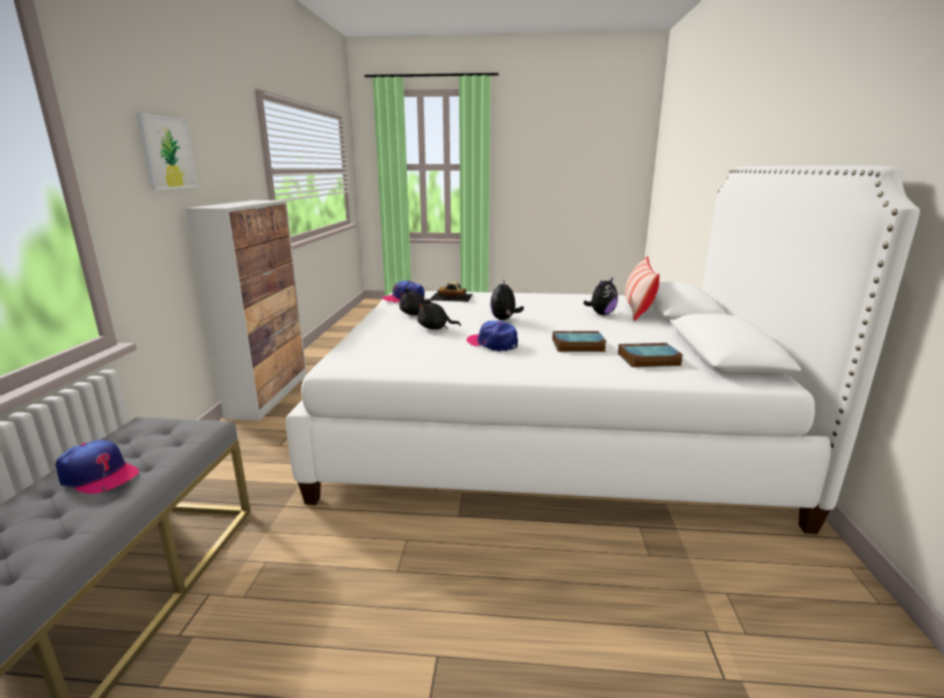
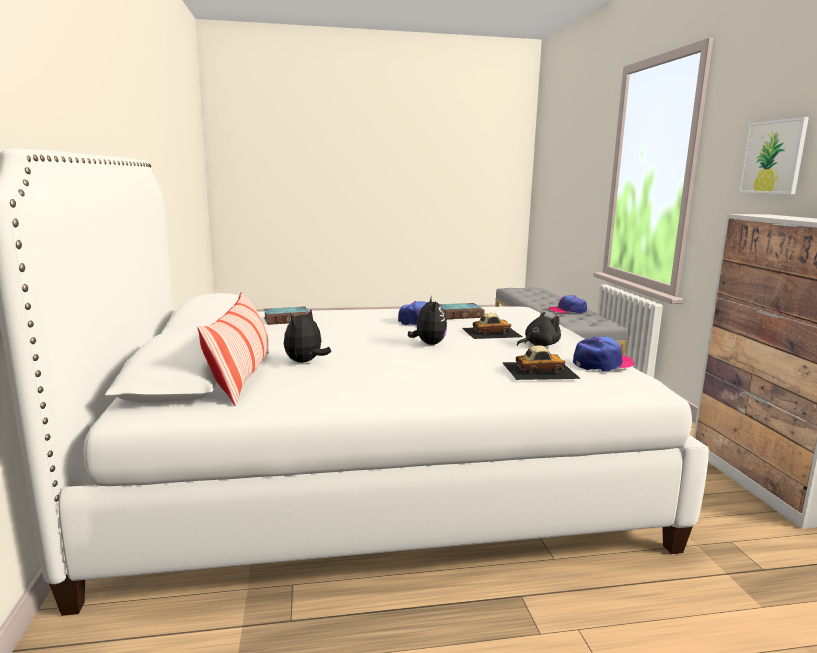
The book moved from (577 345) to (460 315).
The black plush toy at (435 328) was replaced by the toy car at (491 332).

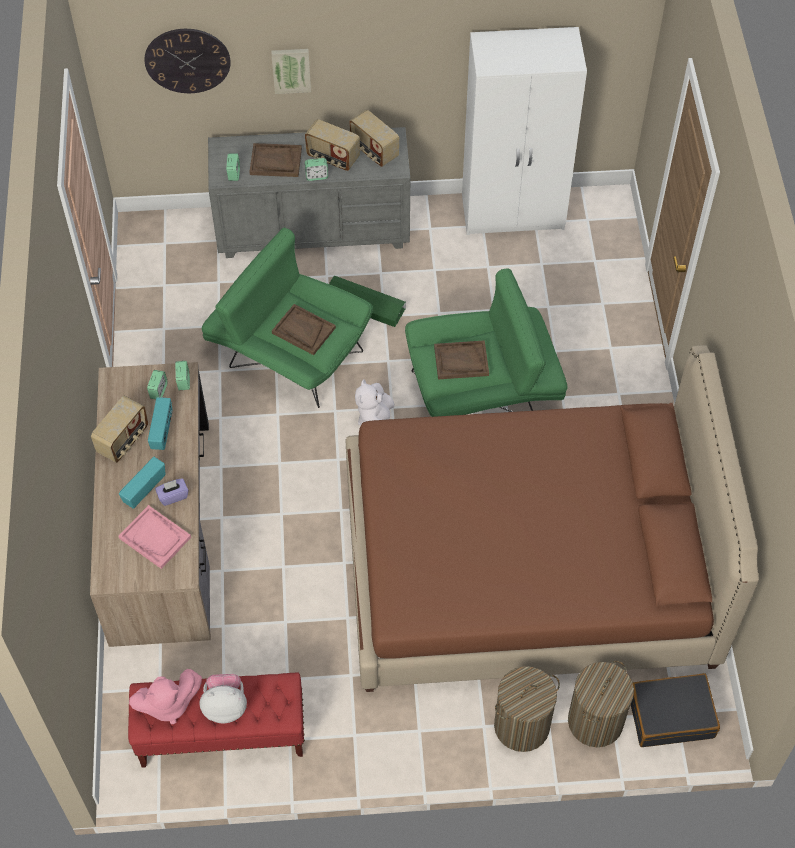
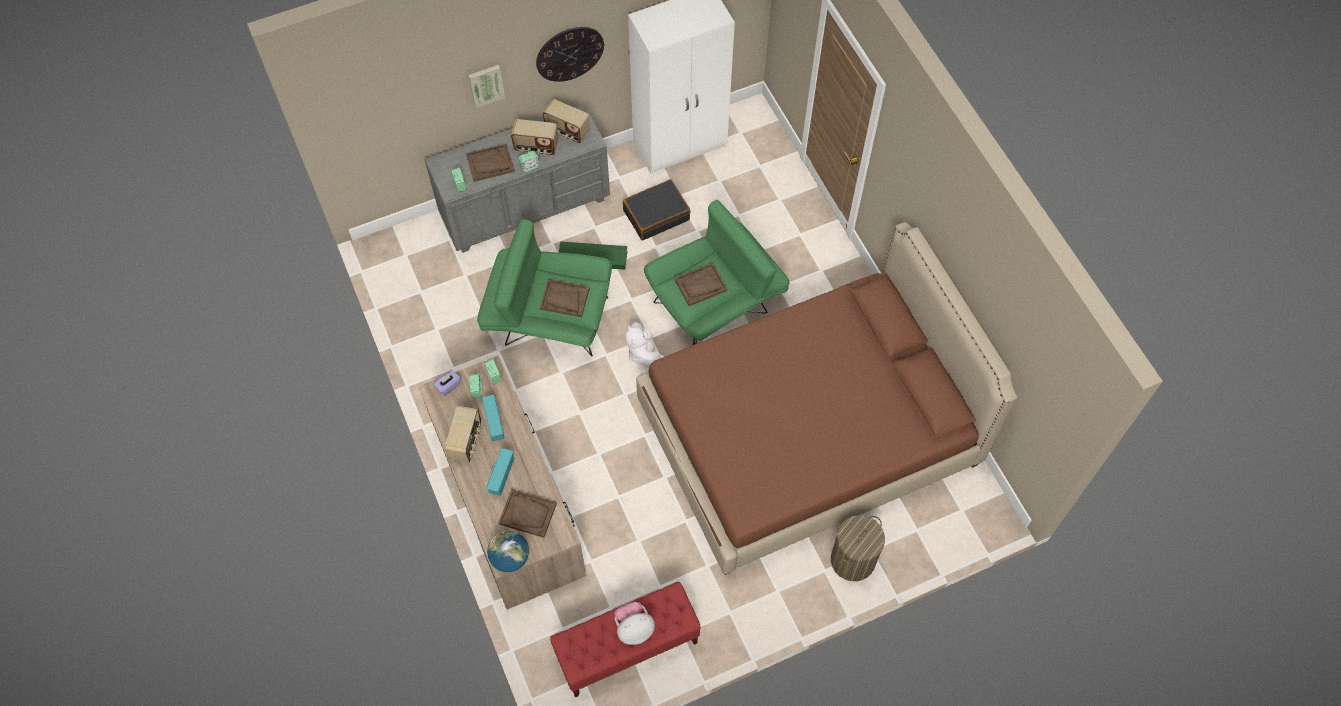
The pink plush toy at (168 704) disappeared.
The laundry basket at (595 721) disappeared.
The globe at (510 558) appeared.
The wall clock moved from (187 60) to (569 53).
The purple tissue box moved from (173 496) to (448 386).
The black suitcase moved from (671 715) to (656 215).
The pink tray at (155 538) became the brown tray at (528 514).

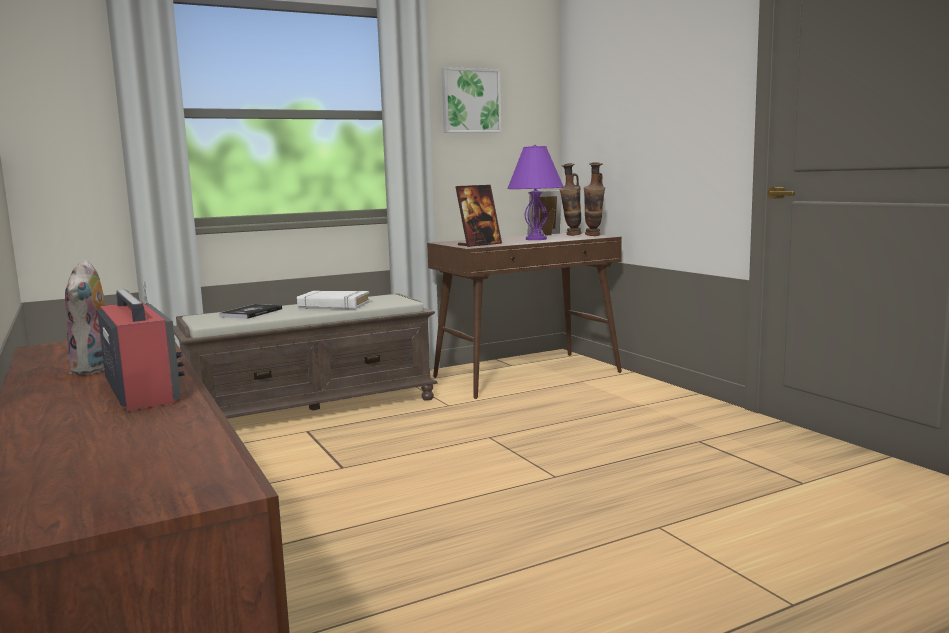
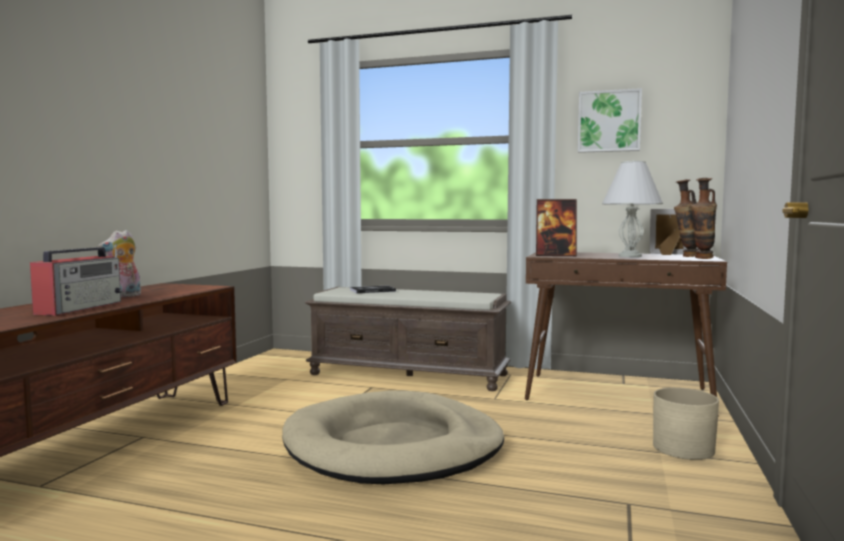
The white book at (333 305) disappeared.
The beige dog bed at (394 446) appeared.
The beige planter at (683 448) appeared.
The purple table lamp at (536 239) became the white table lamp at (630 256).

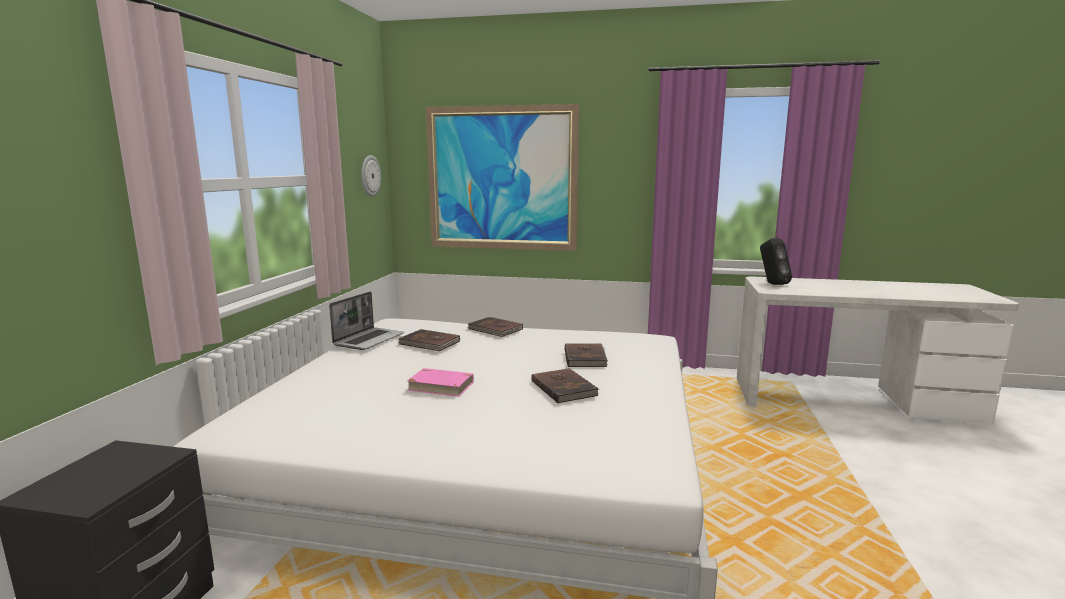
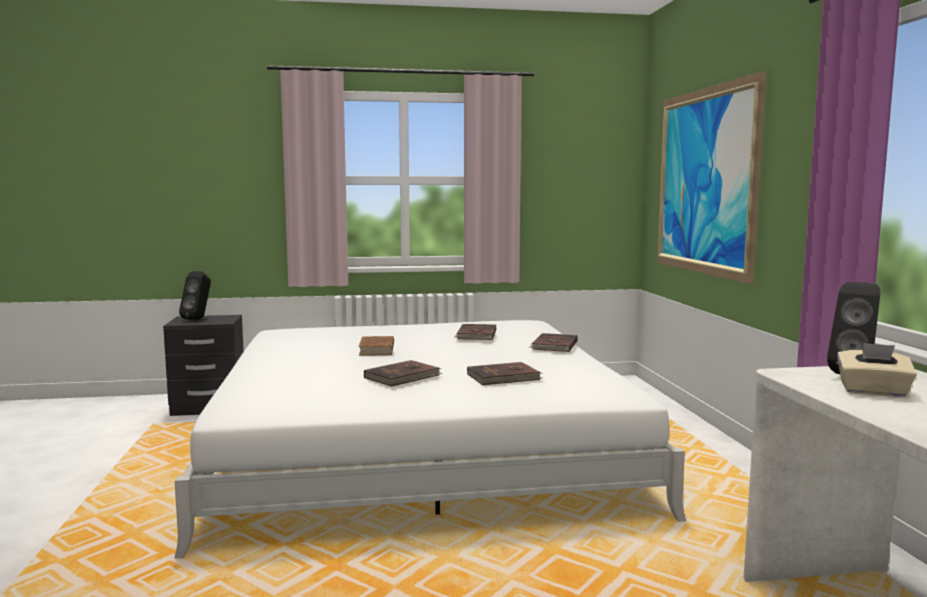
The laptop at (369 340) disappeared.
The wall clock at (370 176) disappeared.
The black speaker at (198 319) appeared.
The beige tissue box at (873 391) appeared.
The pink book at (440 386) became the brown book at (377 349).

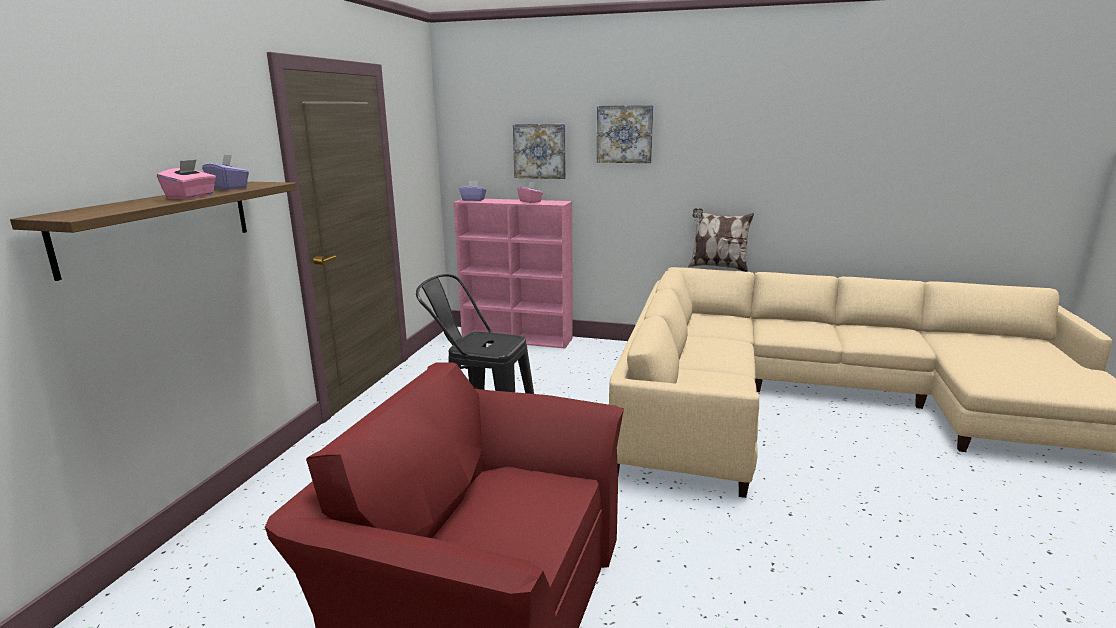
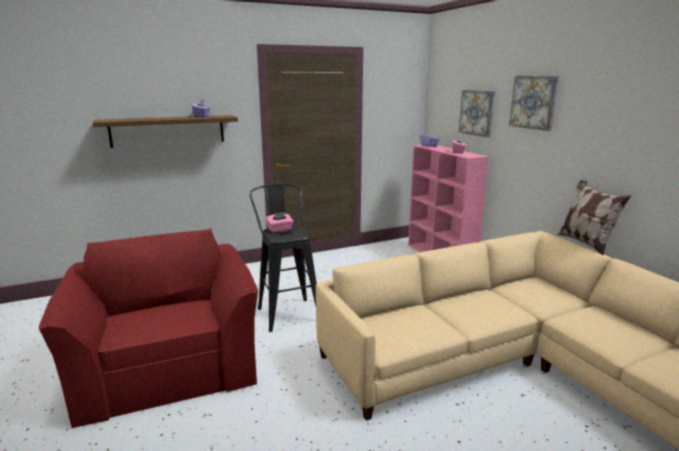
The pink tissue box moved from (191 197) to (279 229).

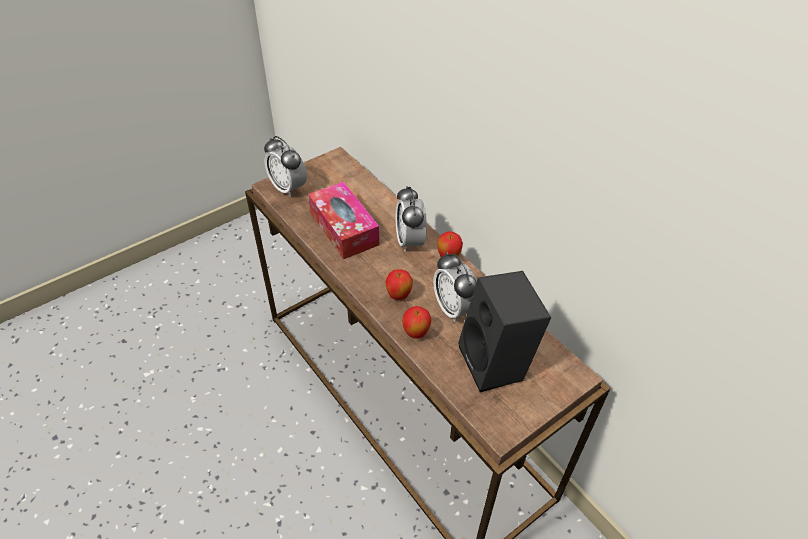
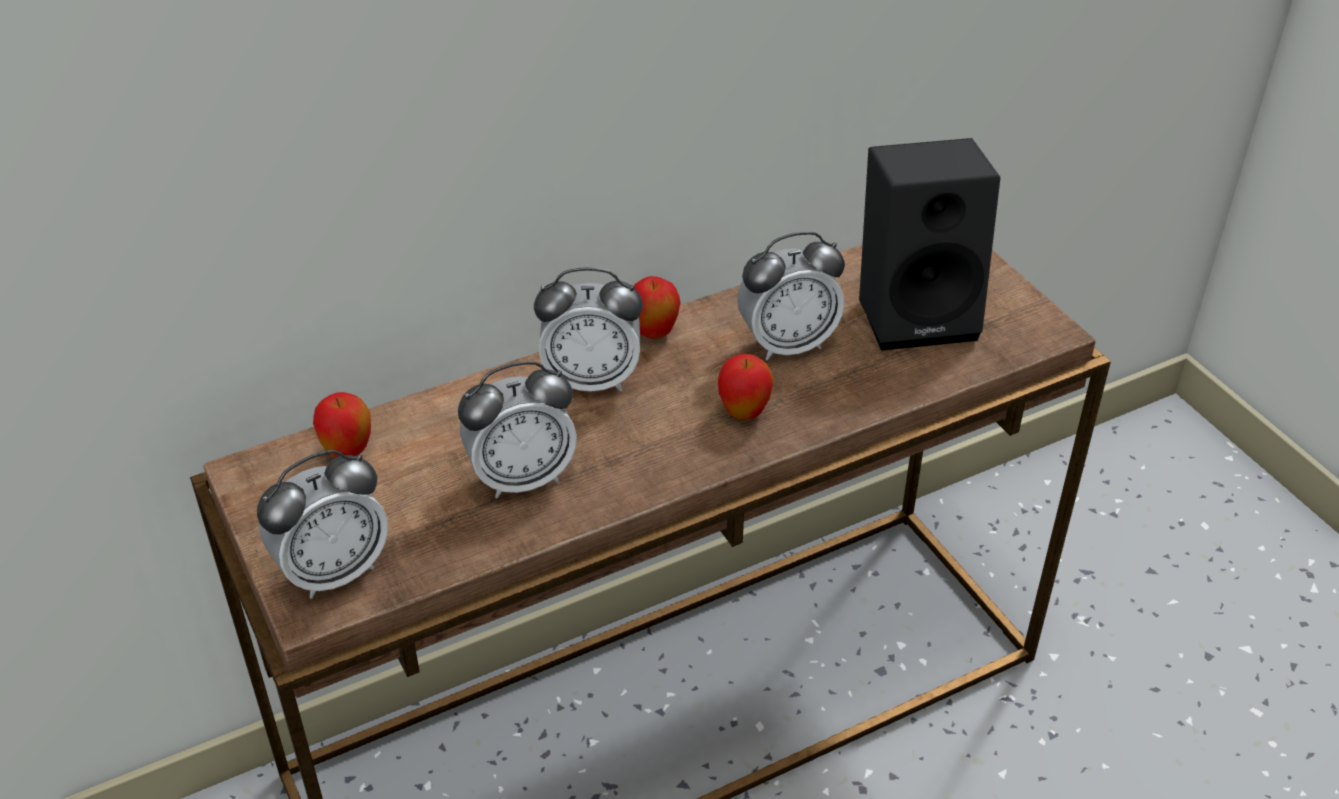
The apple moved from (416 333) to (348 452).
The tissue box at (344 228) was replaced by the alarm clock at (522 477).

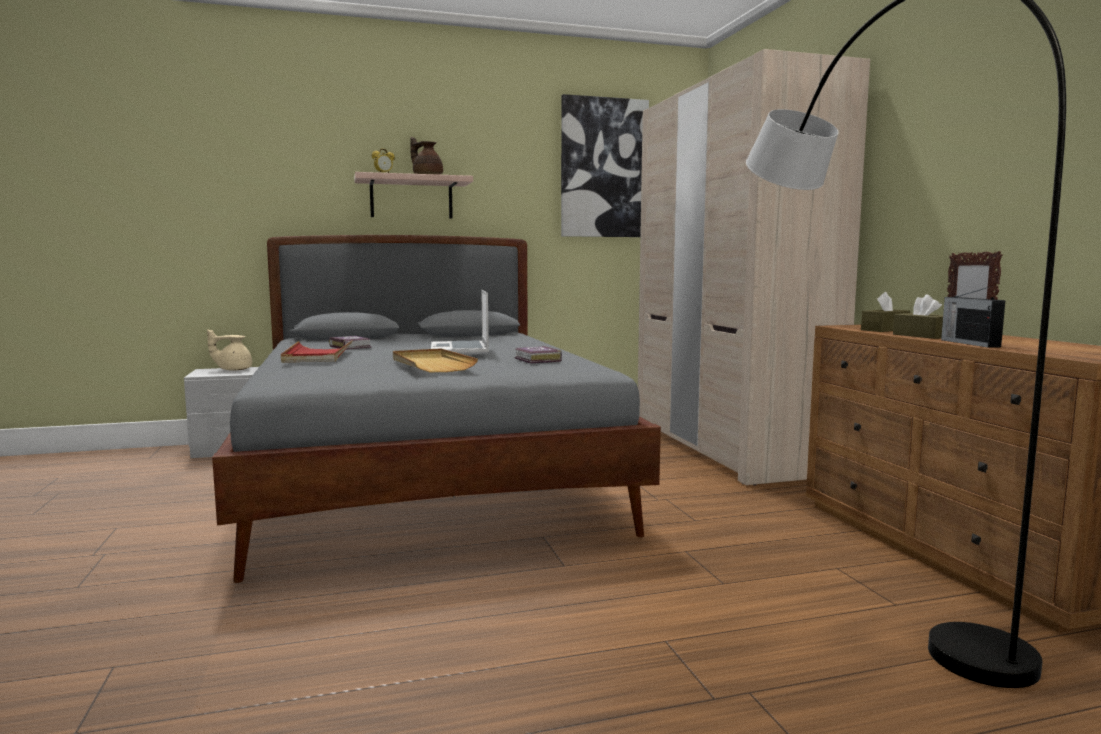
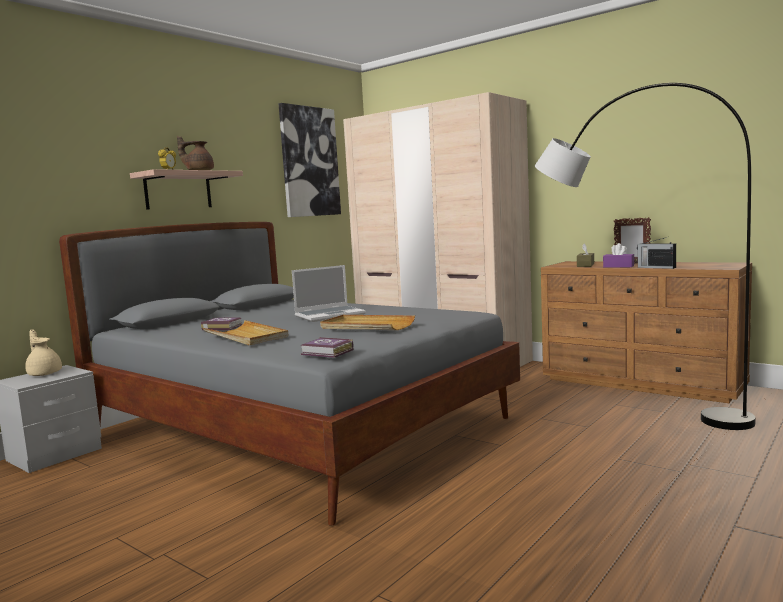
The book moved from (537 360) to (327 352).
The red tray at (317 355) became the beige tray at (246 336).
The brown tissue box at (921 336) became the purple tissue box at (618 266).
The beige teapot at (233 370) turned 105 degrees clockwise.
The laptop at (460 350) turned 75 degrees counterclockwise.

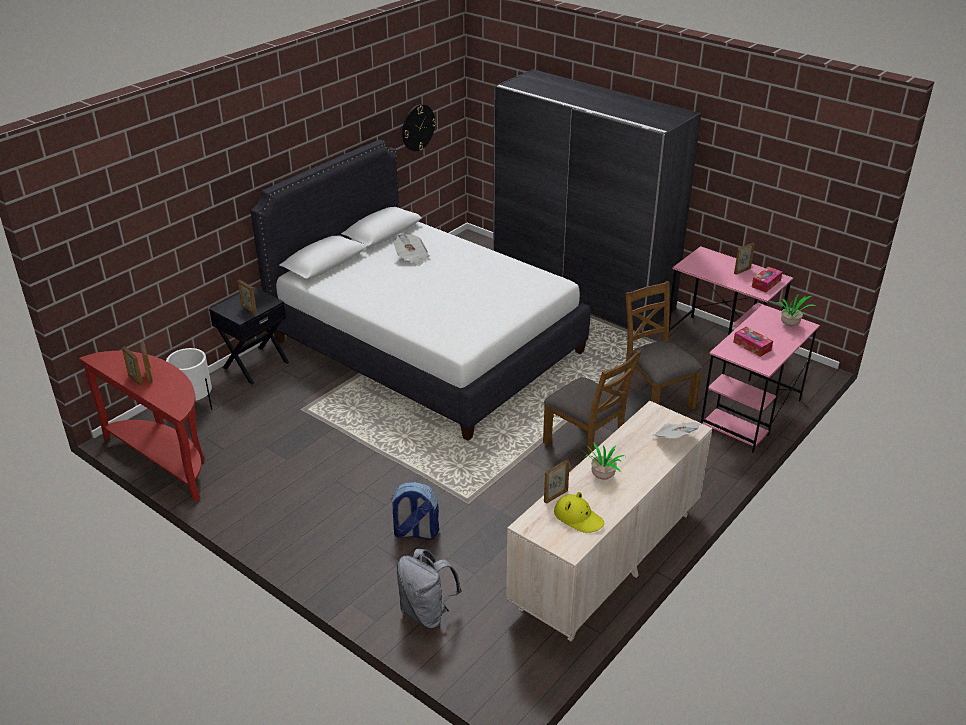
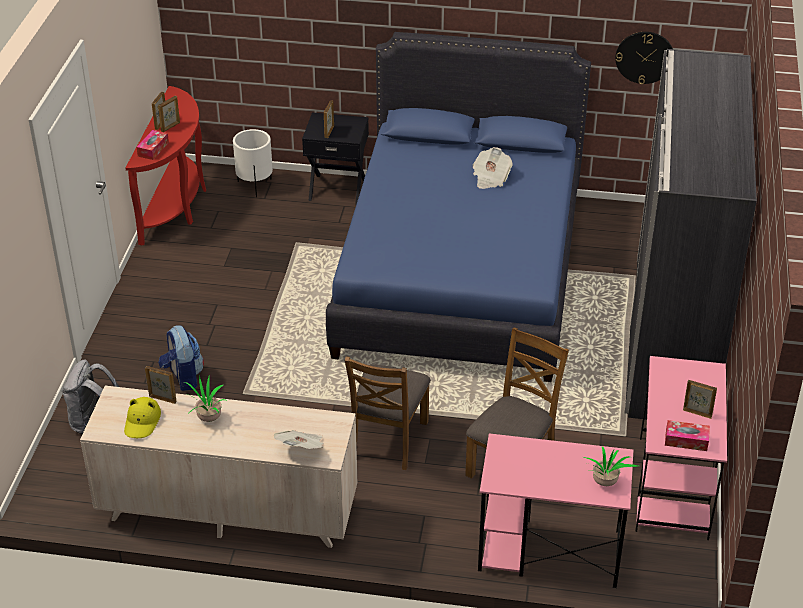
The tissue box moved from (752 346) to (153 149).
The white bed at (427 346) became the blue bed at (459 273).

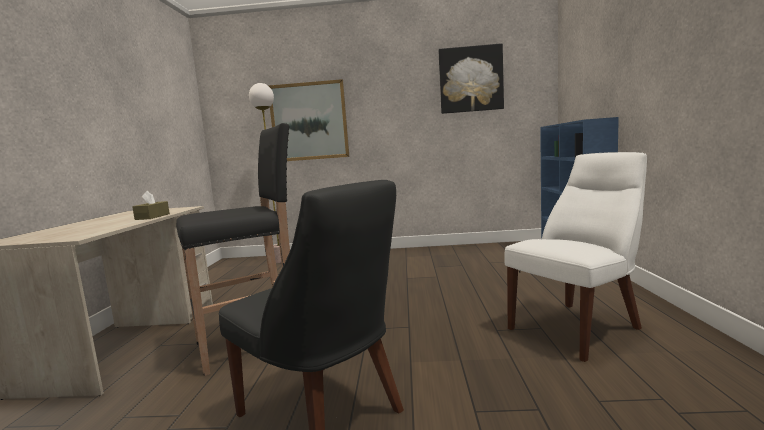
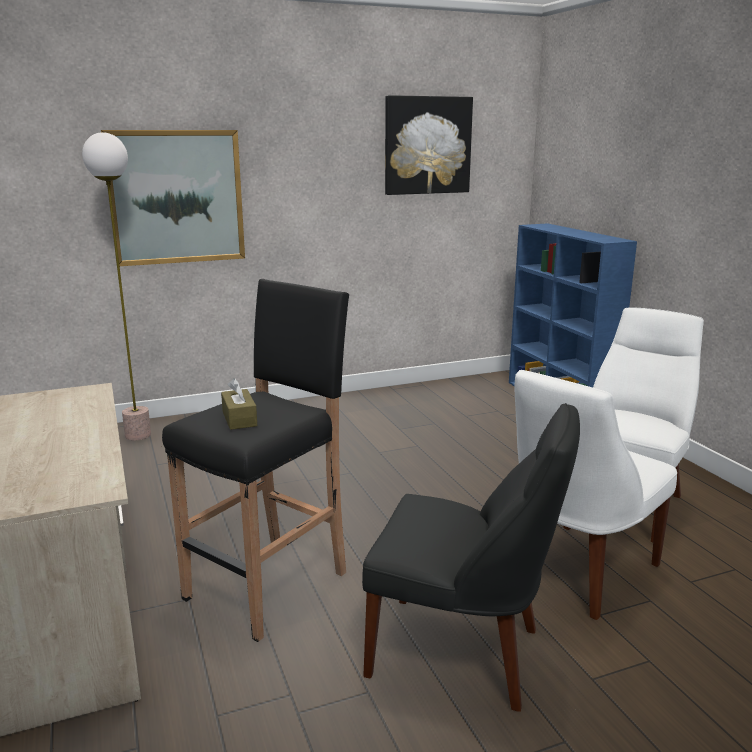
The white chair at (576 572) appeared.
The brown tissue box moved from (152 217) to (239 418).

